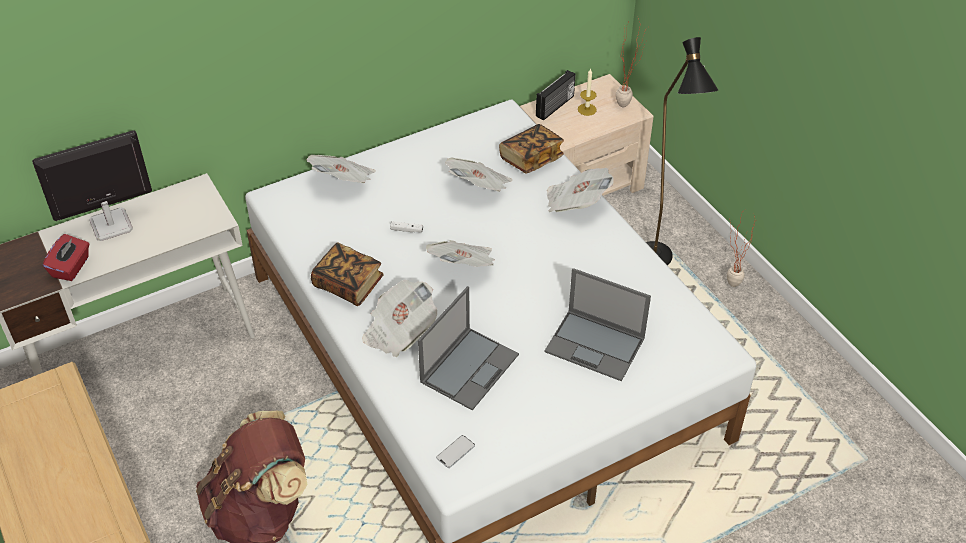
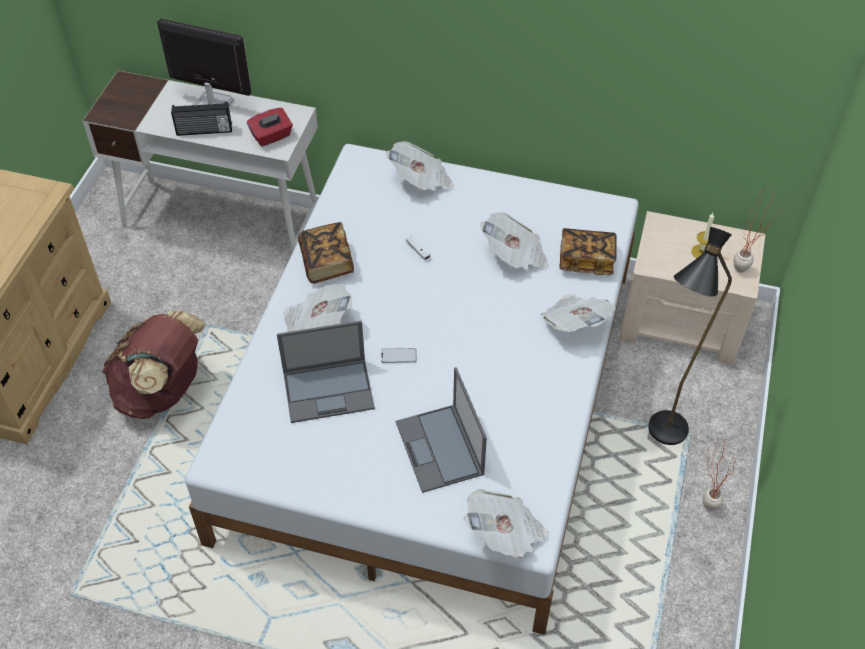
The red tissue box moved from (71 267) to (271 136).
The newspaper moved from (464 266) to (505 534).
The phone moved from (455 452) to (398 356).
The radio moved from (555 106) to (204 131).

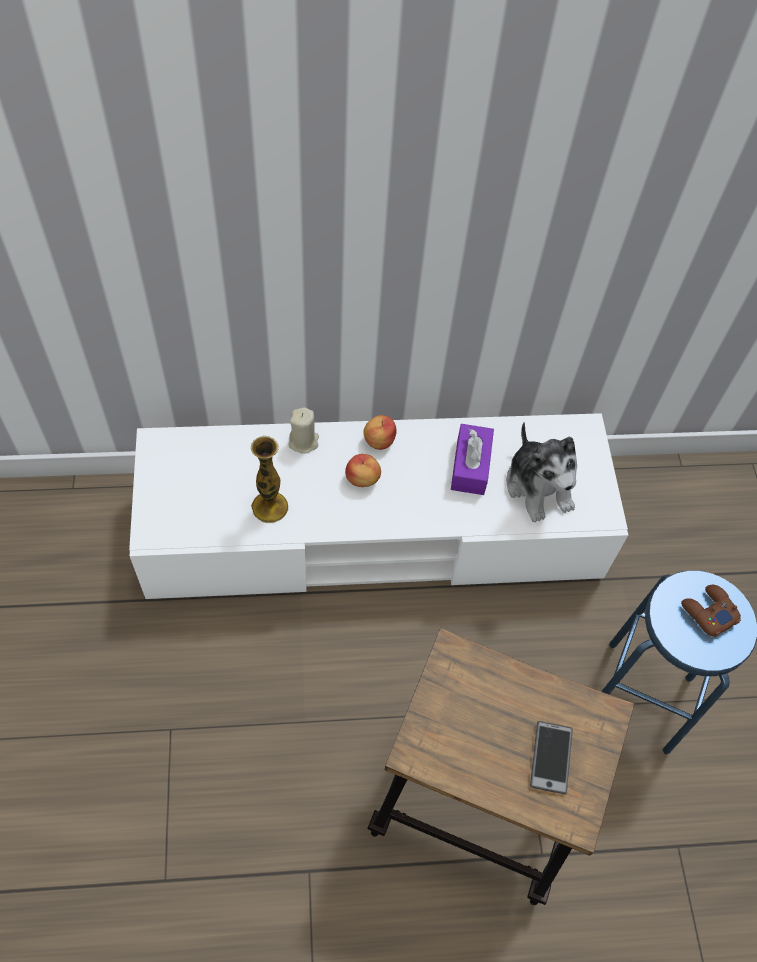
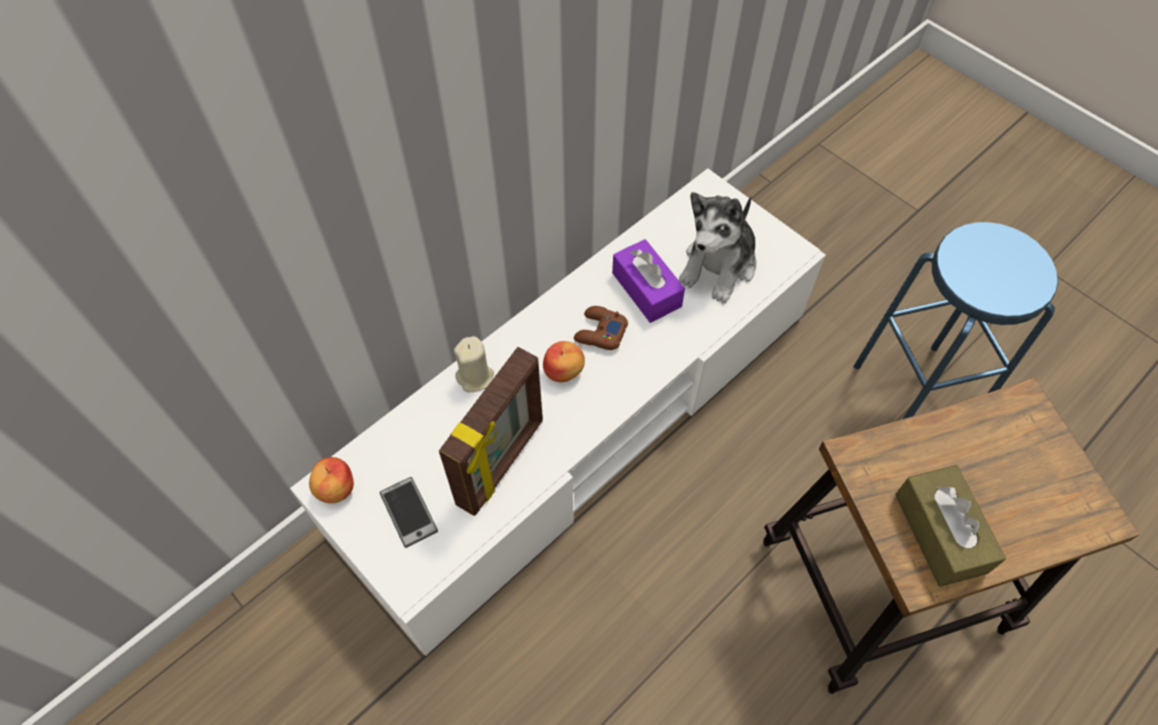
The brown tissue box at (940 533) appeared.
The apple moved from (379 440) to (335 488).
The phone moved from (551 757) to (408 512).
The brown game controller moved from (708 612) to (600 332).
The vase at (270 507) was replaced by the picture frame at (502 463).
The plush toy at (538 486) turned 90 degrees clockwise.

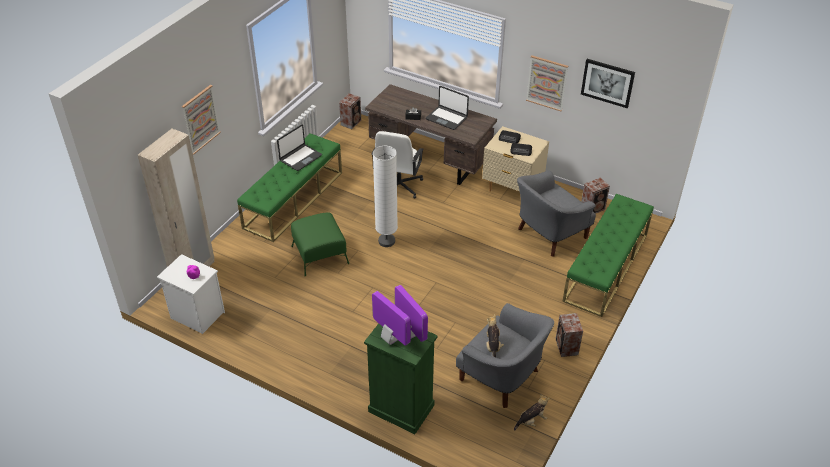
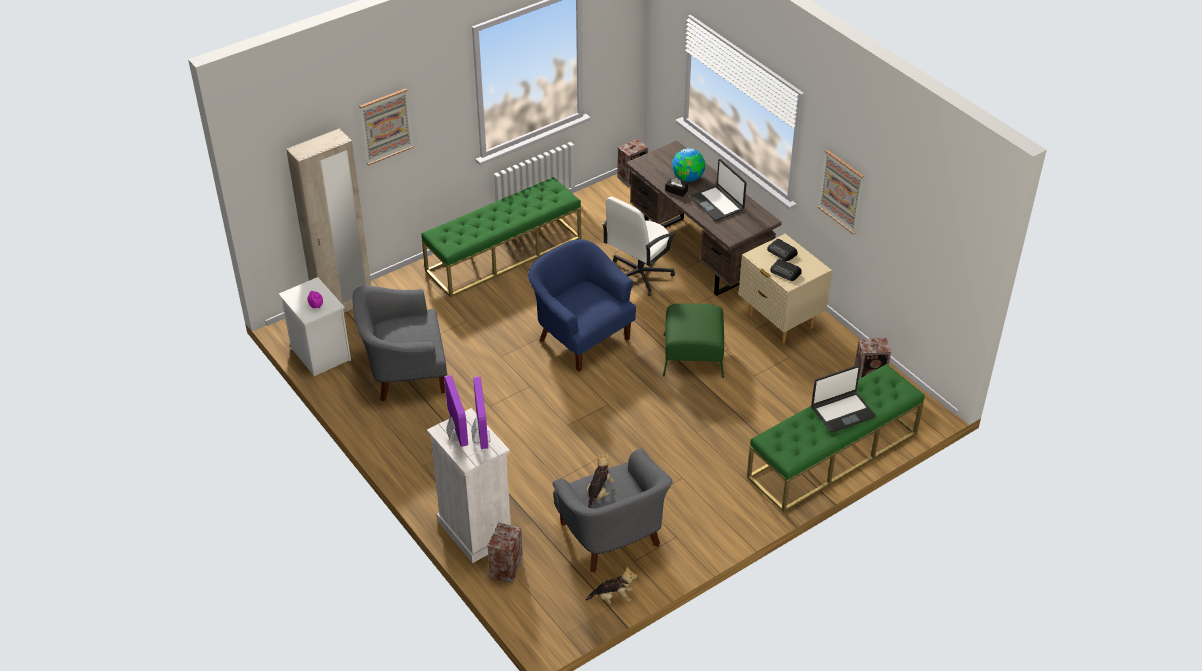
The picture at (607 82) disappeared.
The globe at (688 178) appeared.
The laptop moved from (300 158) to (842 412).
The green ottoman moved from (320 255) to (692 356).
The grey armchair moved from (549 234) to (404 373).
The speaker moved from (566 347) to (505 569).
The white floor lamp at (386 241) was replaced by the blue armchair at (581 337).
The green dresser at (401 408) became the white dresser at (475 530).

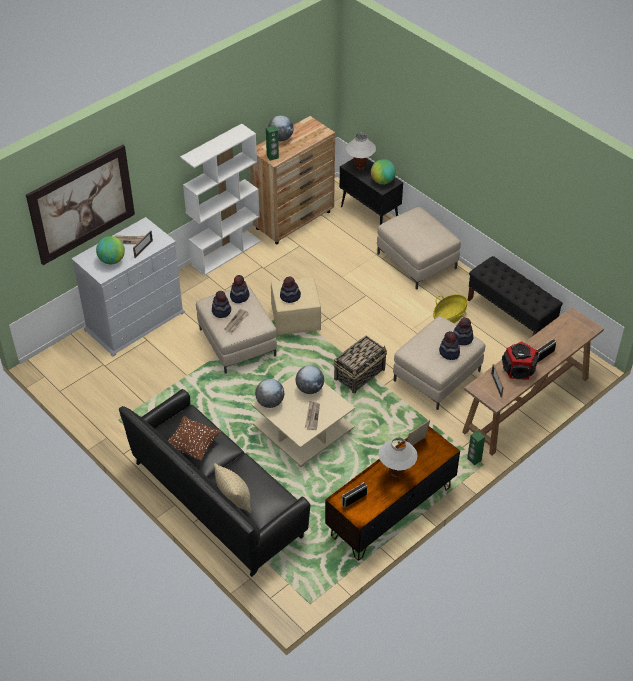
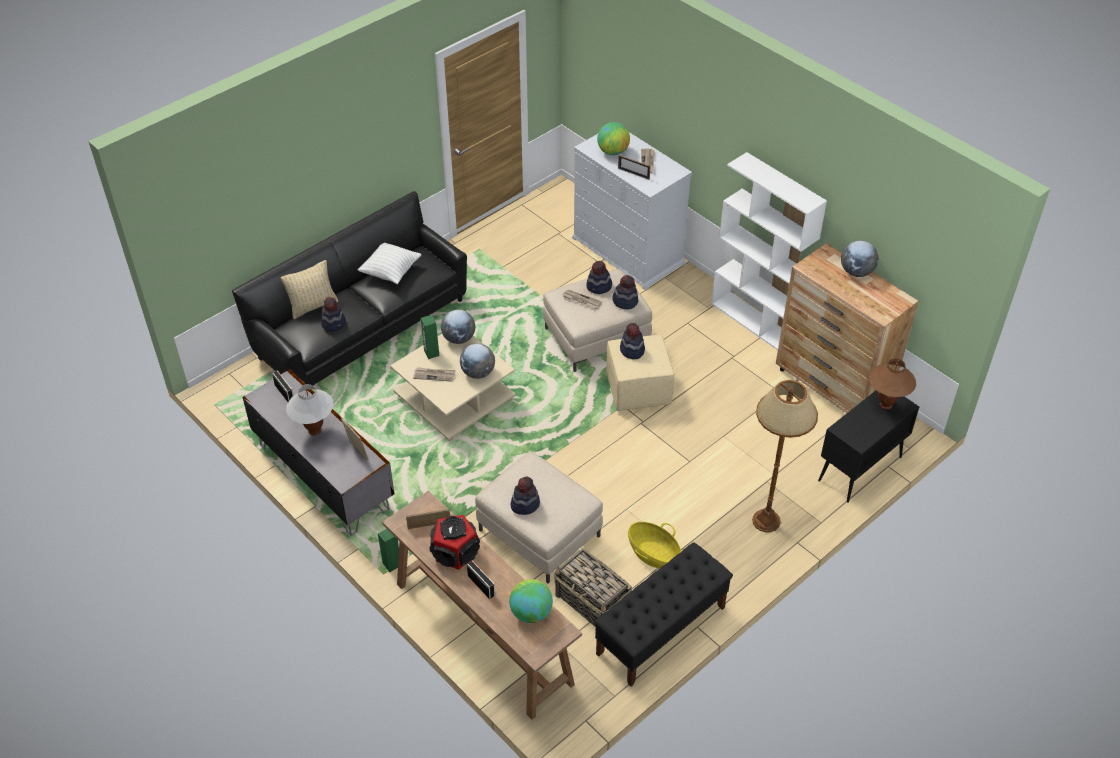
The picture at (82 204) disappeared.
The green speaker moved from (272 157) to (431 353).
The basket moved from (360 374) to (592 603).
The globe moved from (382 181) to (531 613).
The hat moved from (462 338) to (334 323).
The beige ottoman at (416 261) was replaced by the brown floor lamp at (766 521).
The brown pillow at (193 446) became the white pillow at (390 272).
The brown tv stand at (390 511) became the grey tv stand at (324 476).
The white table lamp at (360 168) became the brown table lamp at (885 405).

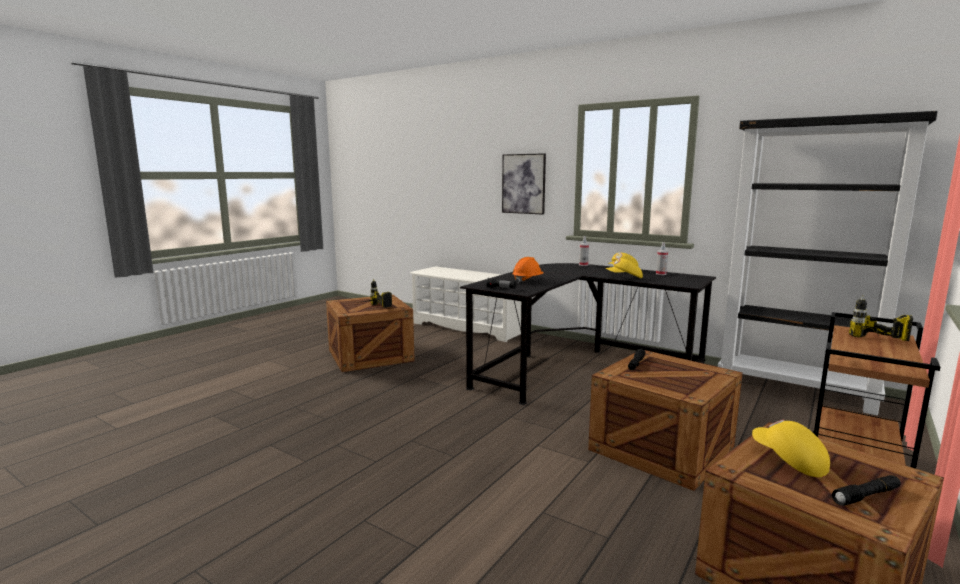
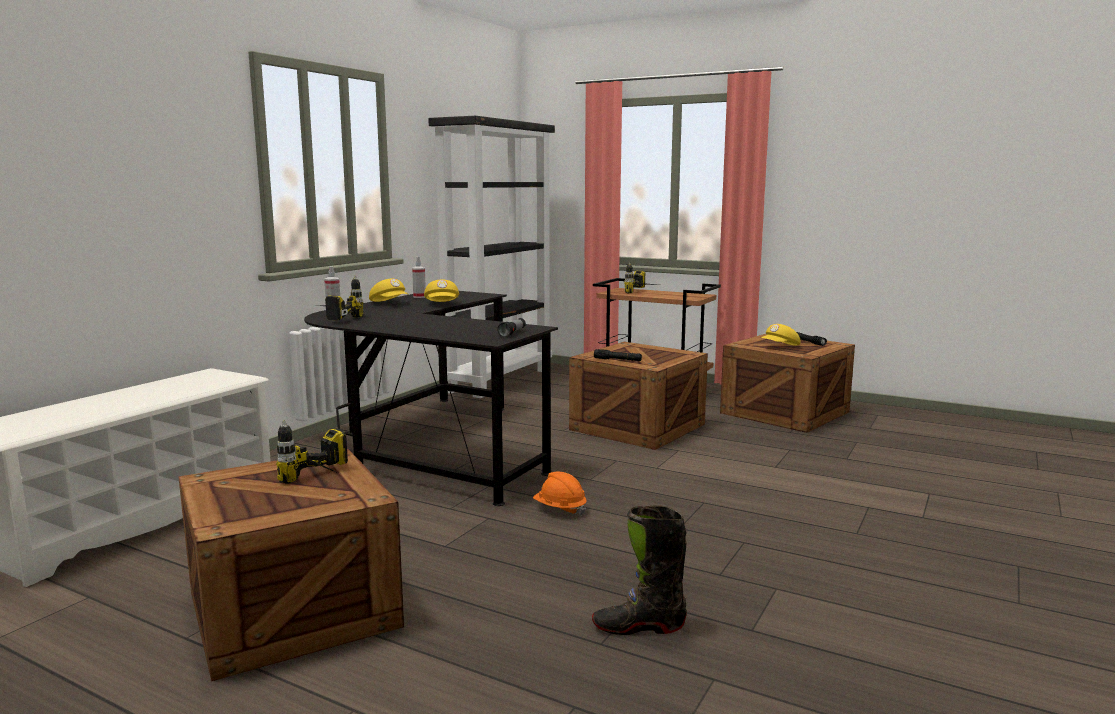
The picture at (523 184) disappeared.
The power drill at (333 319) appeared.
The black boot at (638 627) appeared.
The orange hard hat moved from (527 280) to (560 509).

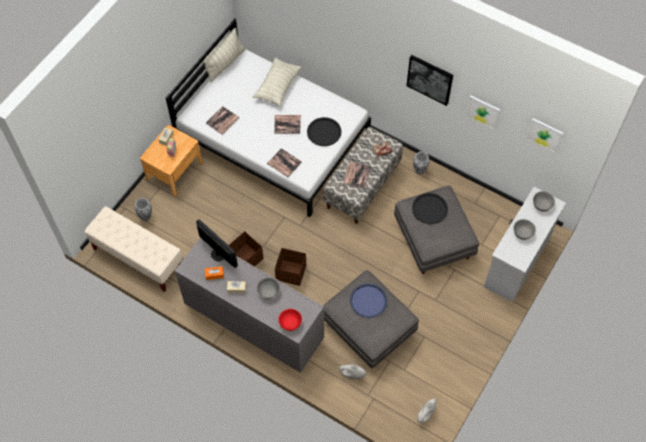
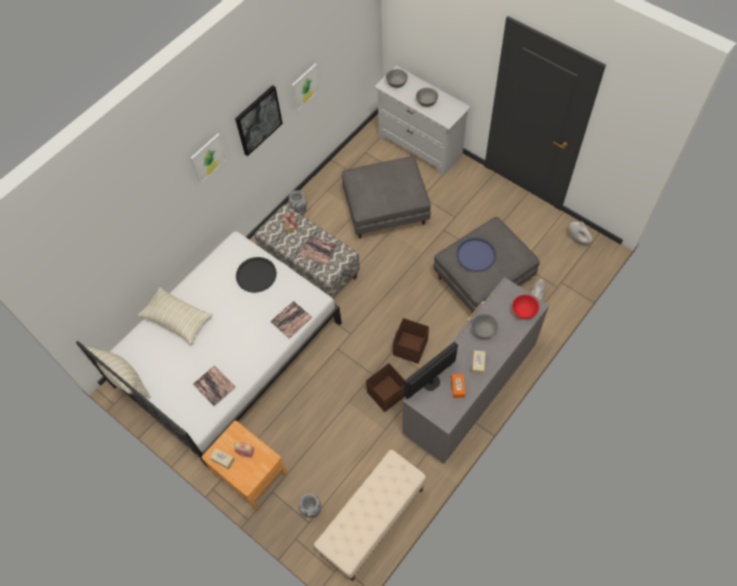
The book at (287 124) disappeared.
The black tray at (429 209) disappeared.
The picture moved from (545 134) to (208 157).

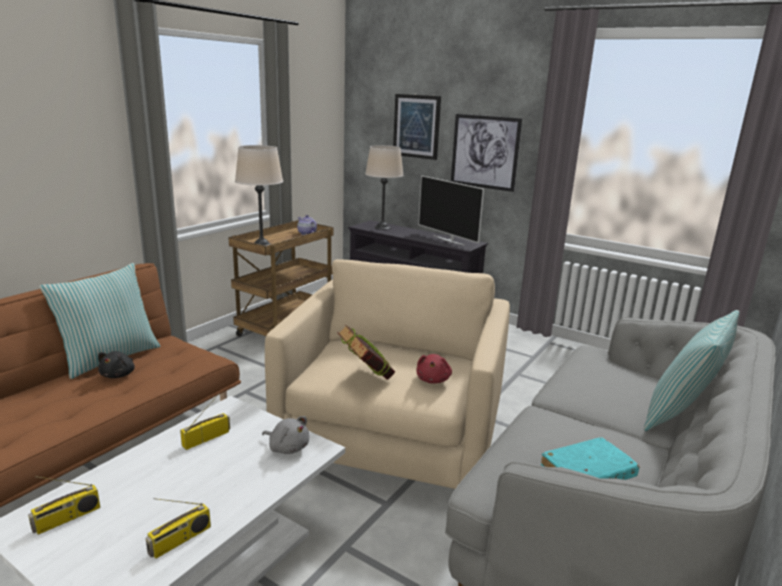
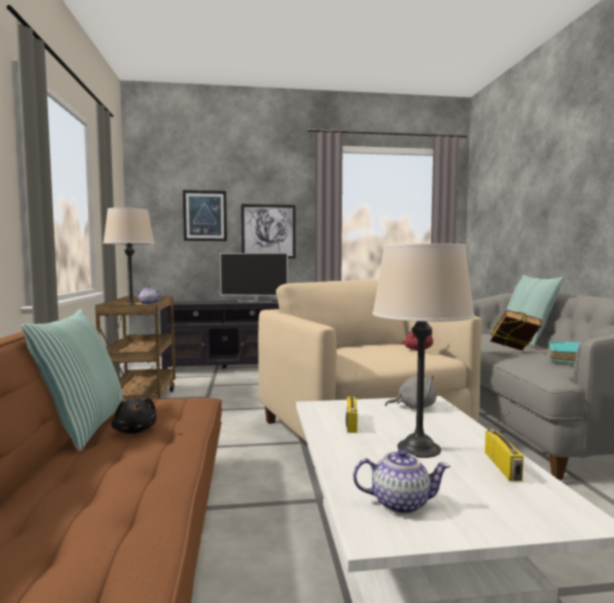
The book moved from (366 378) to (513 352).
The beige table lamp moved from (382 227) to (419 448).
The radio at (67 519) was replaced by the teapot at (401 503).

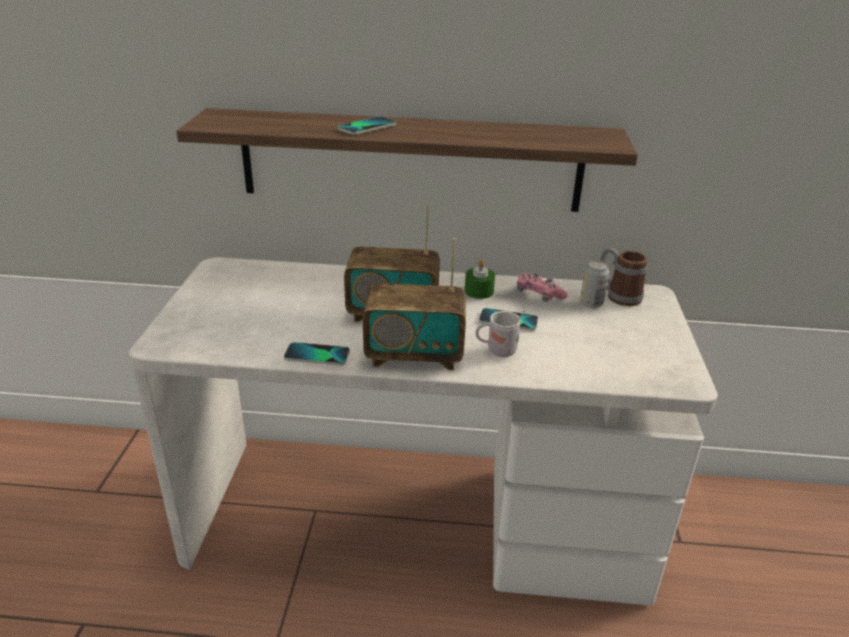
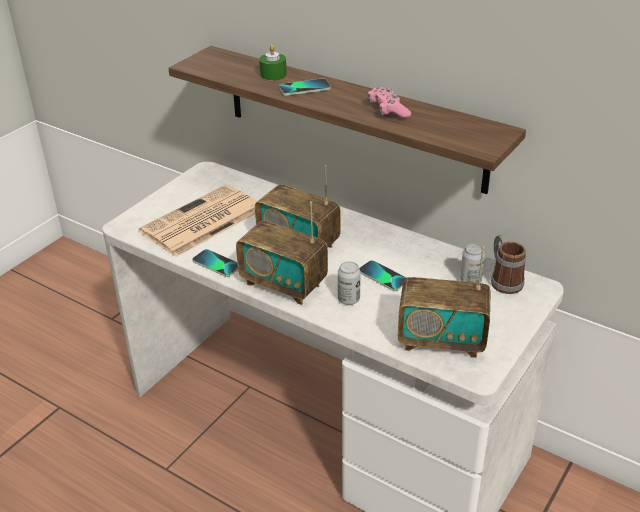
The newspaper at (201 222) appeared.
The radio at (441 340) appeared.
The green candle moved from (479 291) to (273 74).
The pink game controller moved from (539 295) to (388 111).
The white mug at (497 351) was replaced by the can at (348 299).

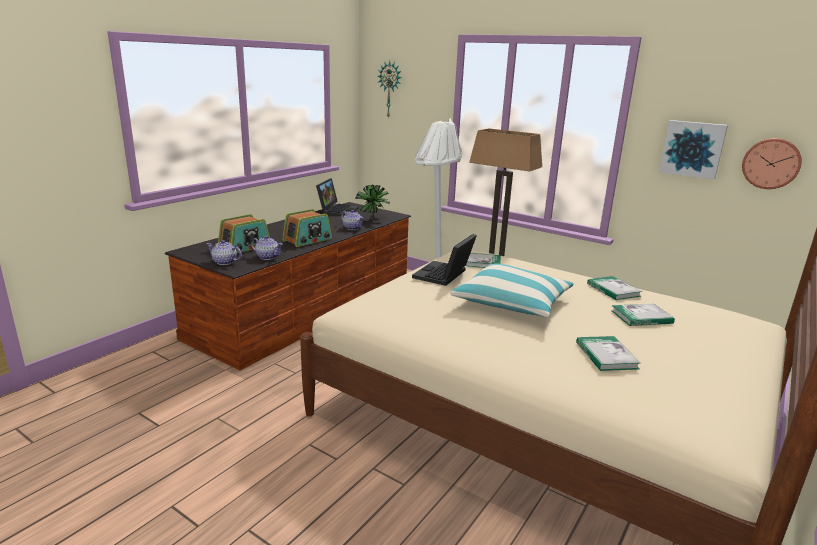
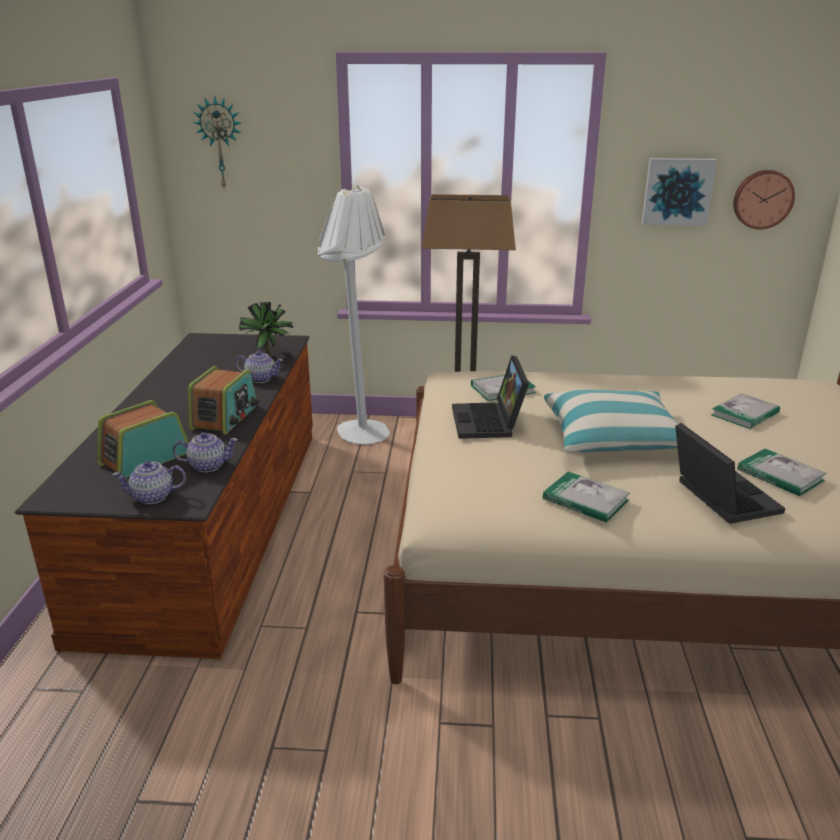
The laptop moved from (337 210) to (719 497).
The book moved from (613 290) to (585 500).
The radio at (245 247) turned 150 degrees counterclockwise.

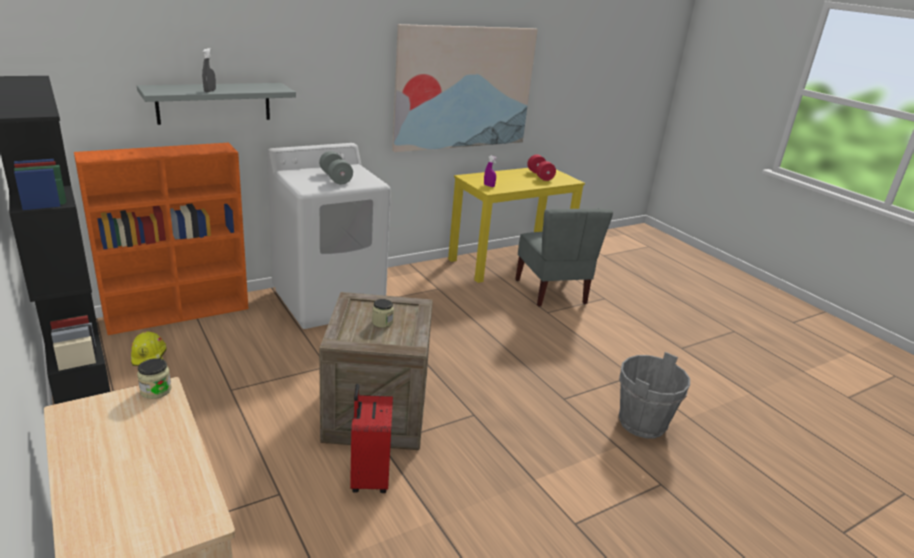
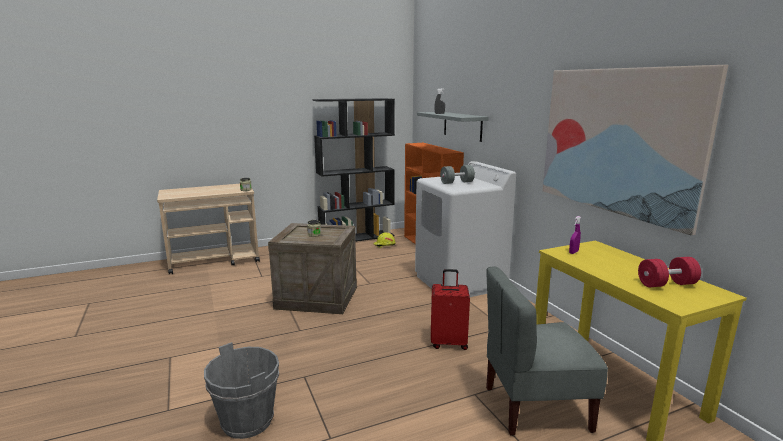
The red suitcase moved from (368 477) to (449 342).

